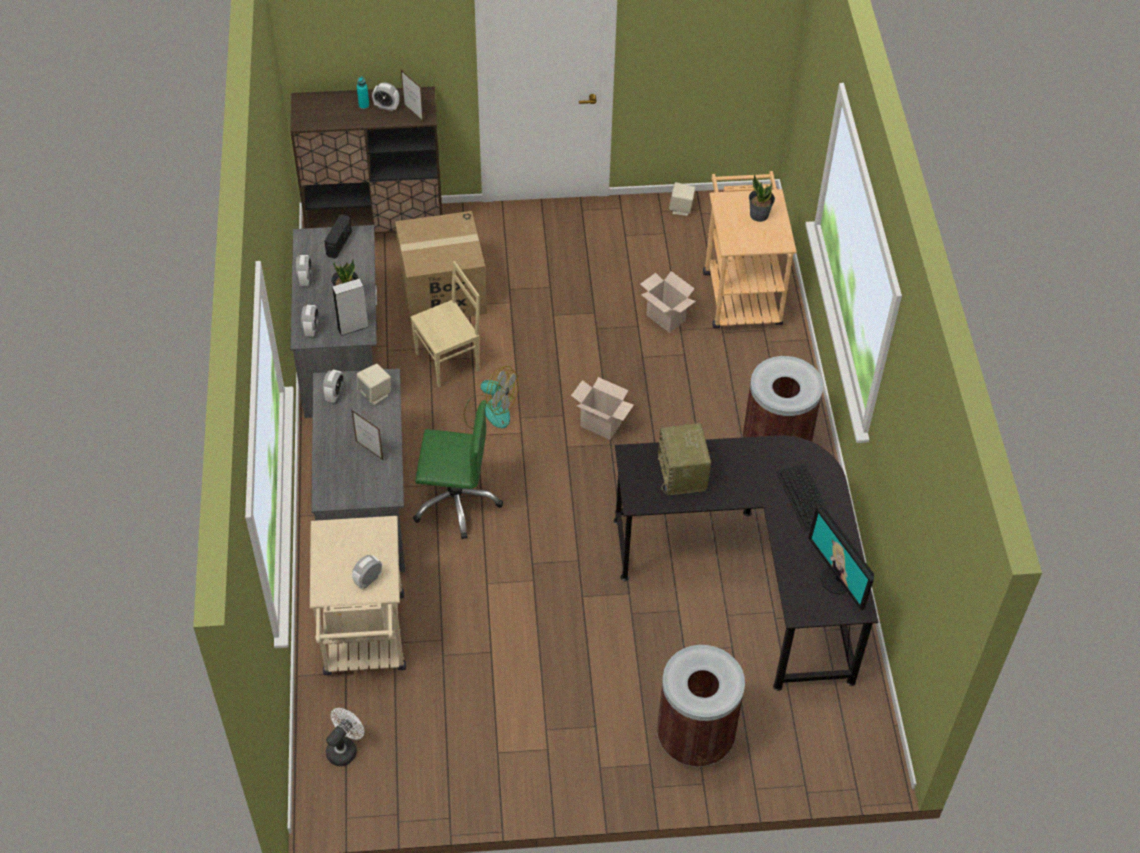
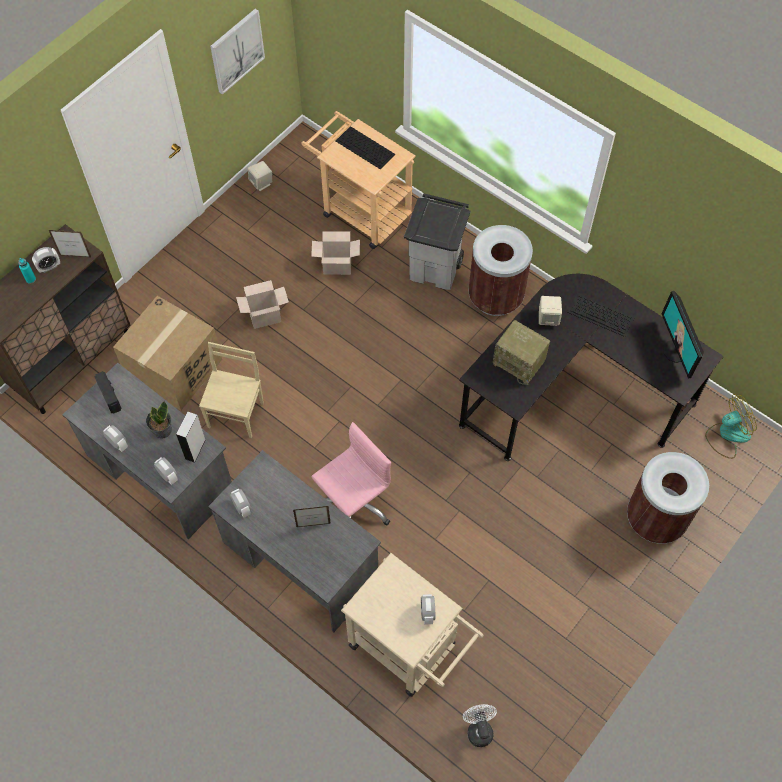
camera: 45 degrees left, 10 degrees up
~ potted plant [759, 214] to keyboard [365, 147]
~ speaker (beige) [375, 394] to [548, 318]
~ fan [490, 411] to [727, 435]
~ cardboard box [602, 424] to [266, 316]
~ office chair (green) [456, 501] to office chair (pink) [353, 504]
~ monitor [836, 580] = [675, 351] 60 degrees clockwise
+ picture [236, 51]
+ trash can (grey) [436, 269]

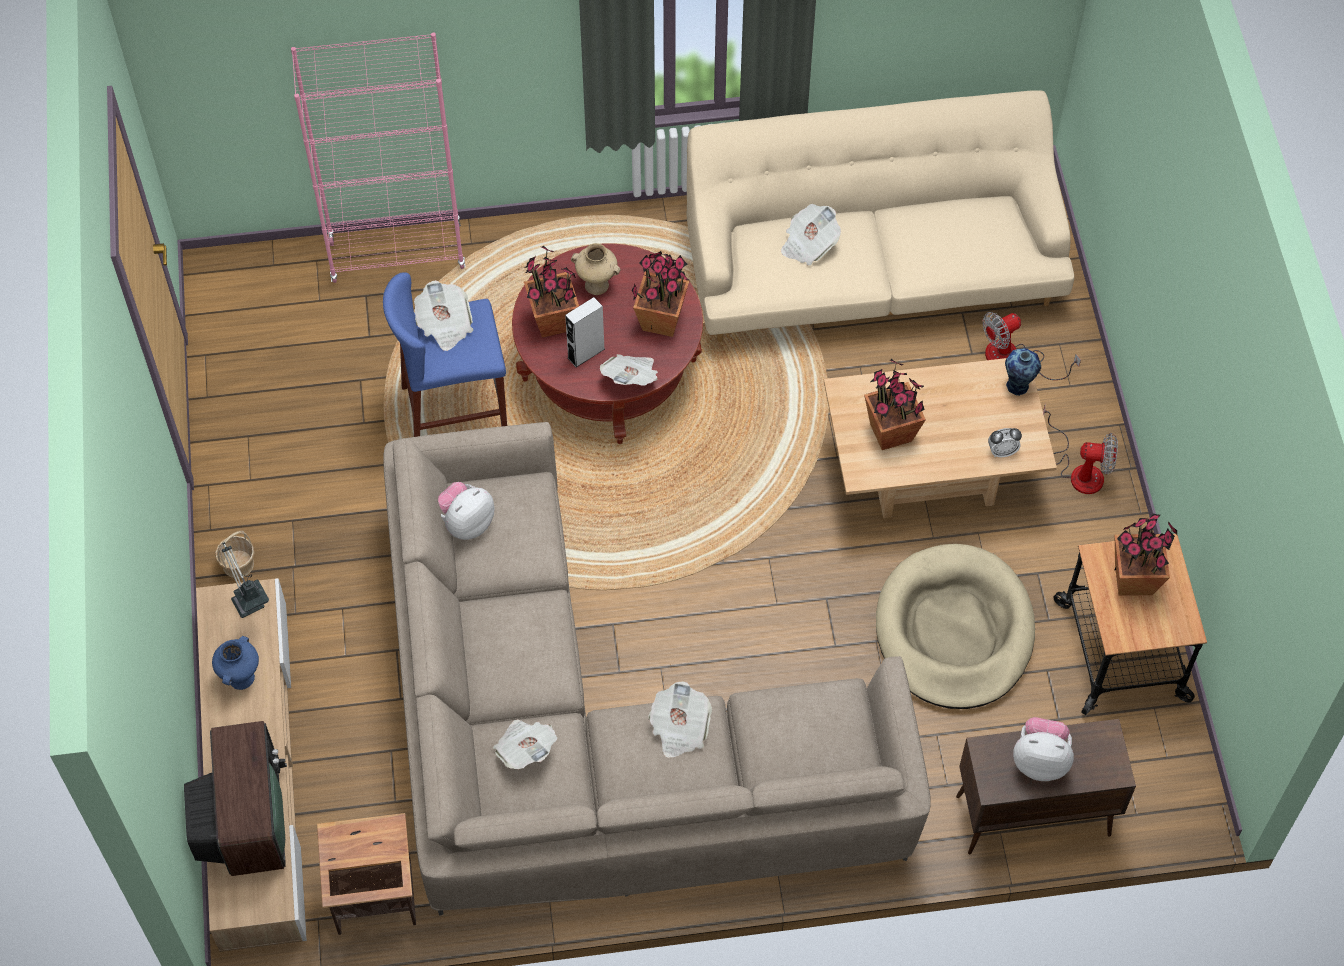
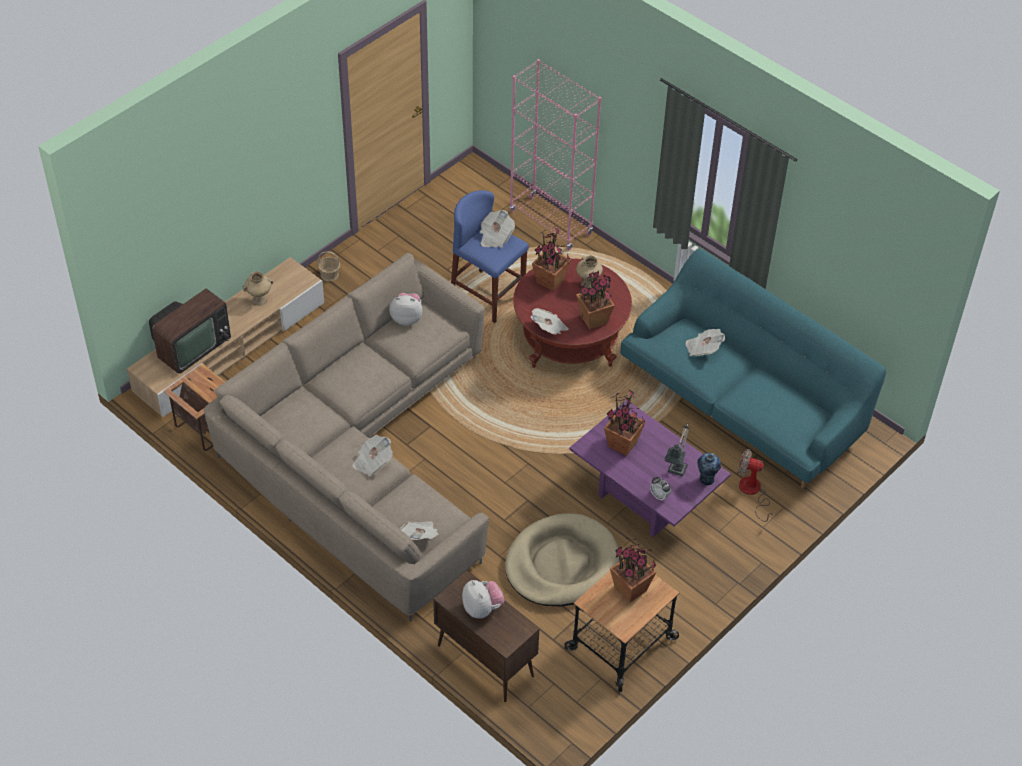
camera: 50 degrees right, 10 degrees down
~ sofa (beige) [872, 268] to sofa (turquoise) [743, 402]
- speaker (grey) [586, 353]
~ coffee table (beige) [930, 473] to coffee table (purple) [645, 498]
- fan [1079, 470]
~ table lamp [251, 609] to [676, 472]
~ vase (blue) [241, 677] to vase (beige) [260, 300]
~ newspaper [525, 749] to [420, 536]

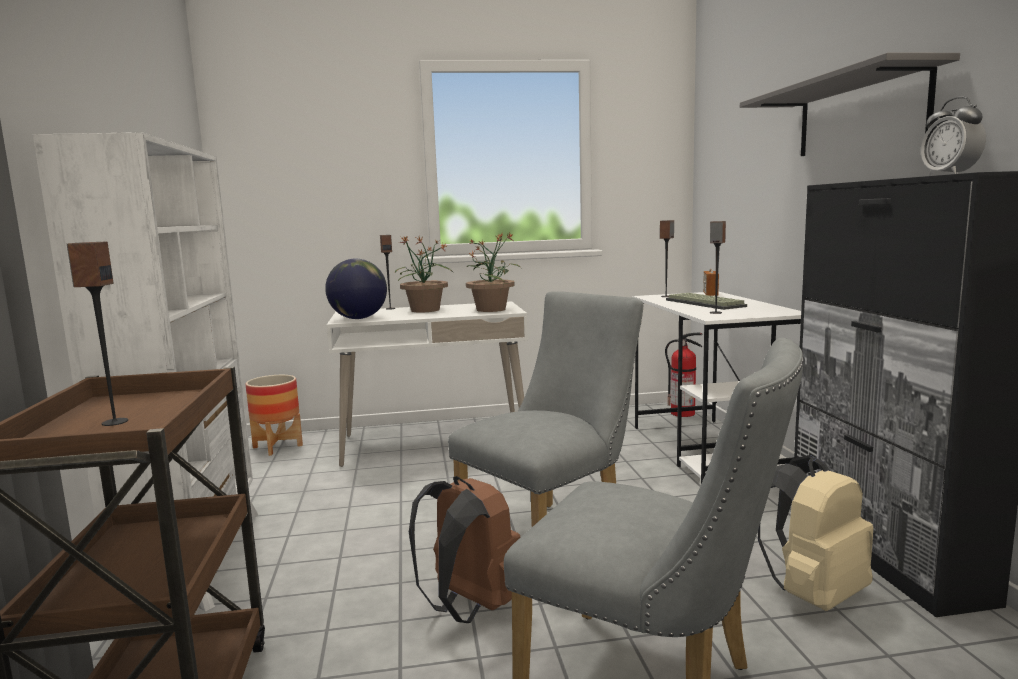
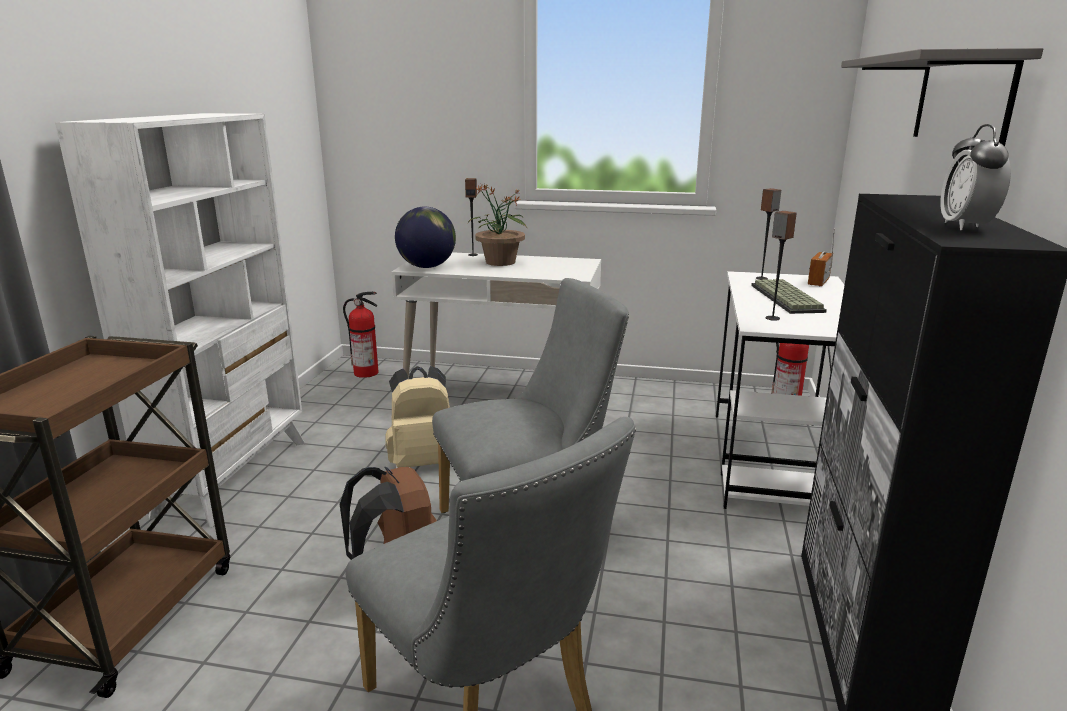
camera: 20 degrees right, 10 degrees up
- potted plant [491, 309]
- speaker [114, 422]
~ planter [278, 446] to fire extinguisher [367, 373]
~ backpack (beige) [813, 594] to [423, 461]

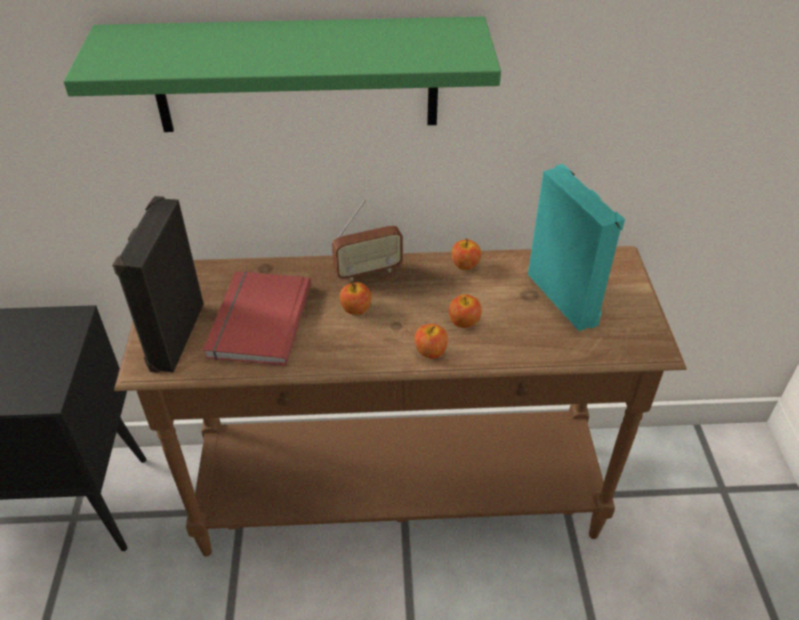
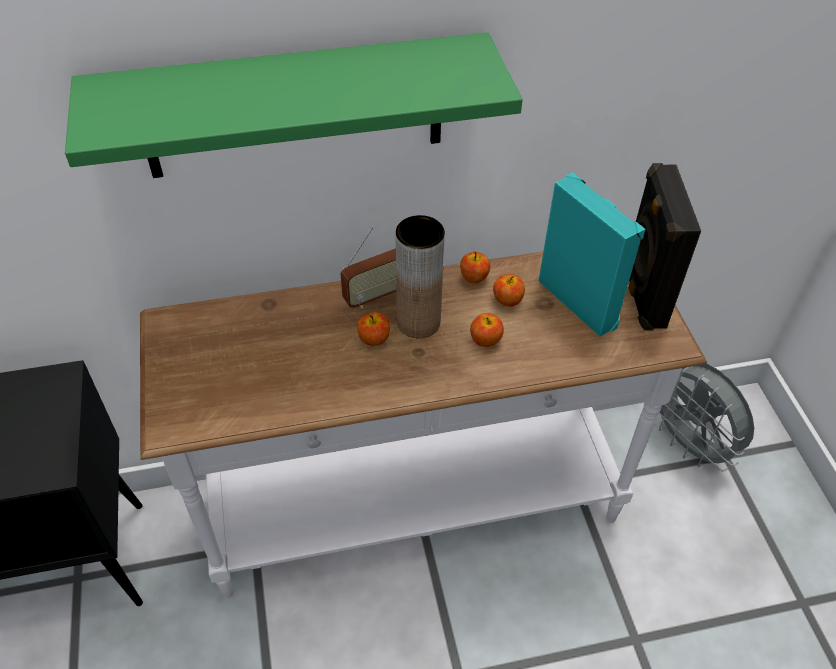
camera: 10 degrees left, 5 degrees up
~ speaker (black) [174, 336] to [641, 295]
~ console table (brown) [399, 499] to console table (white) [415, 510]
- book (red) [256, 321]
~ apple [430, 351] to [507, 300]
+ vase (brown) [418, 322]
+ fan (grey) [689, 444]

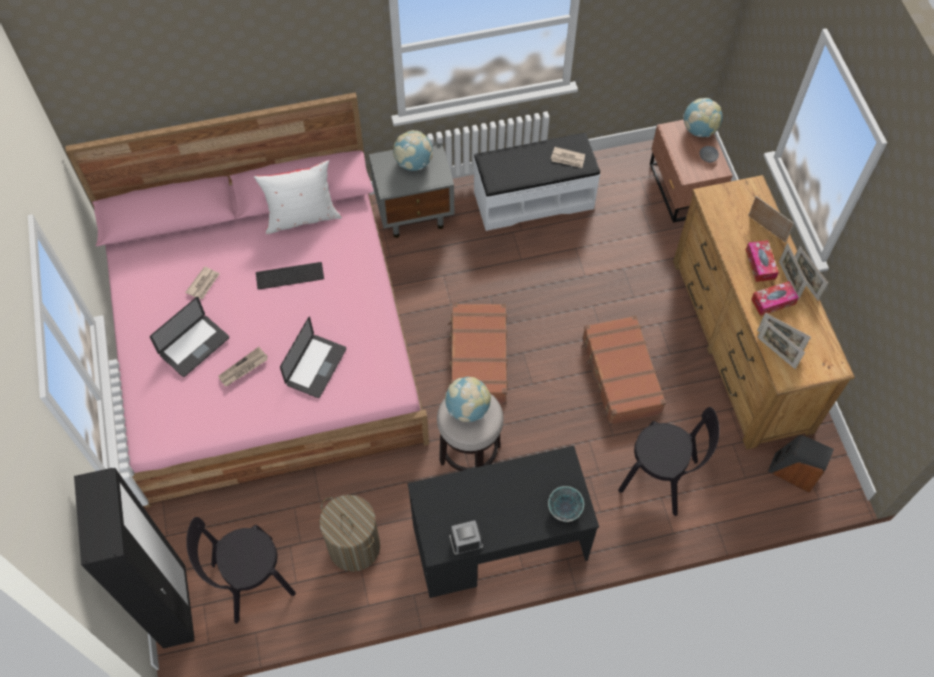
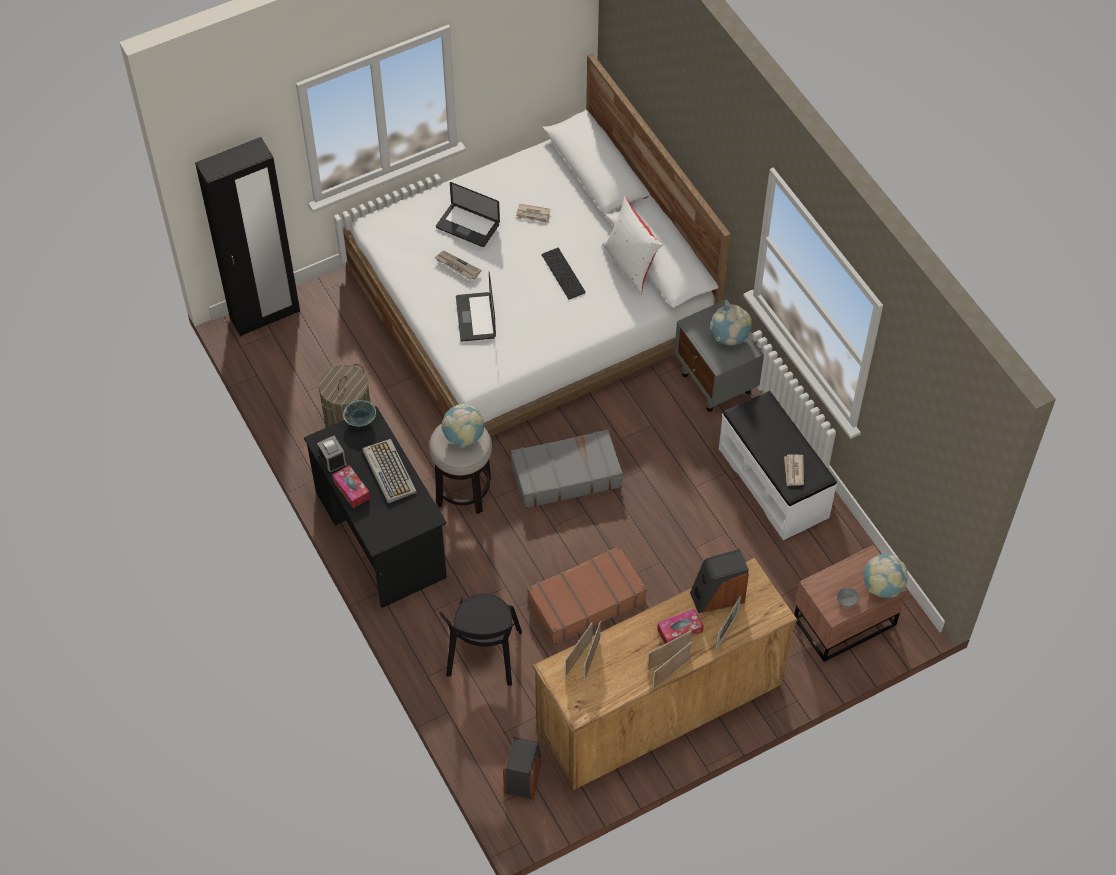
camera: 75 degrees right, 5 degrees down
~ bed (pink) [266, 341] to bed (white) [531, 304]
~ tissue box [773, 301] to [351, 490]
~ suitcase (brown) [477, 359] to suitcase (grey) [565, 475]
~ laptop [316, 367] = [475, 317] 75 degrees clockwise
~ bowl [565, 508] to [361, 421]
- chair (black) [249, 581]
+ keyboard [388, 471]
+ speaker [717, 596]

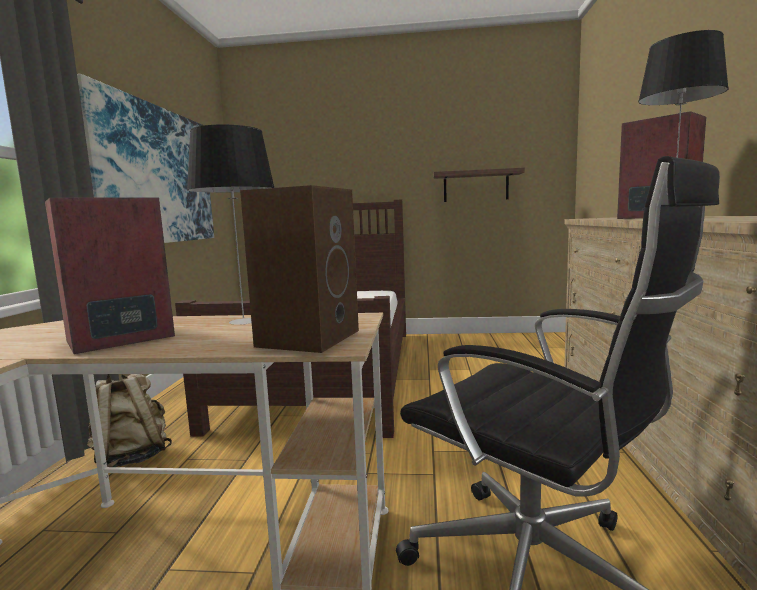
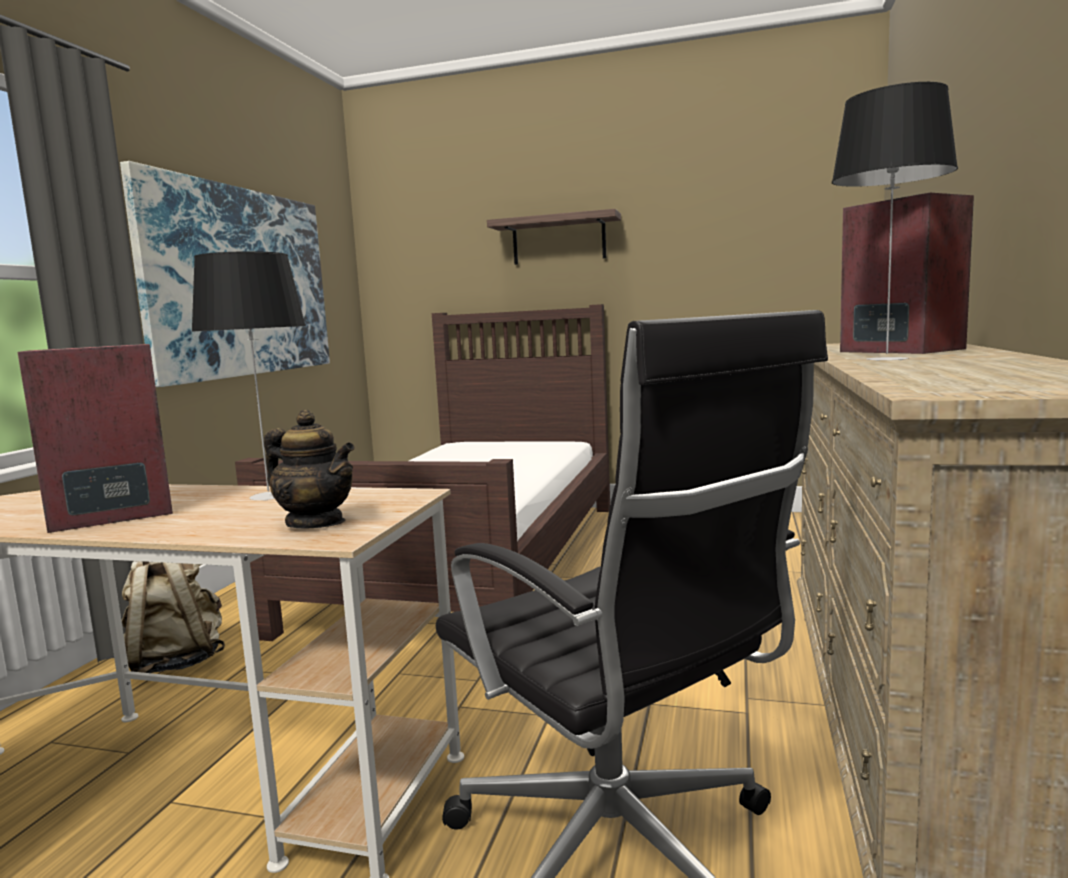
camera: 10 degrees right, 0 degrees up
~ shelf [475, 186] to [558, 240]
~ speaker (brown) [308, 337] to teapot [316, 523]

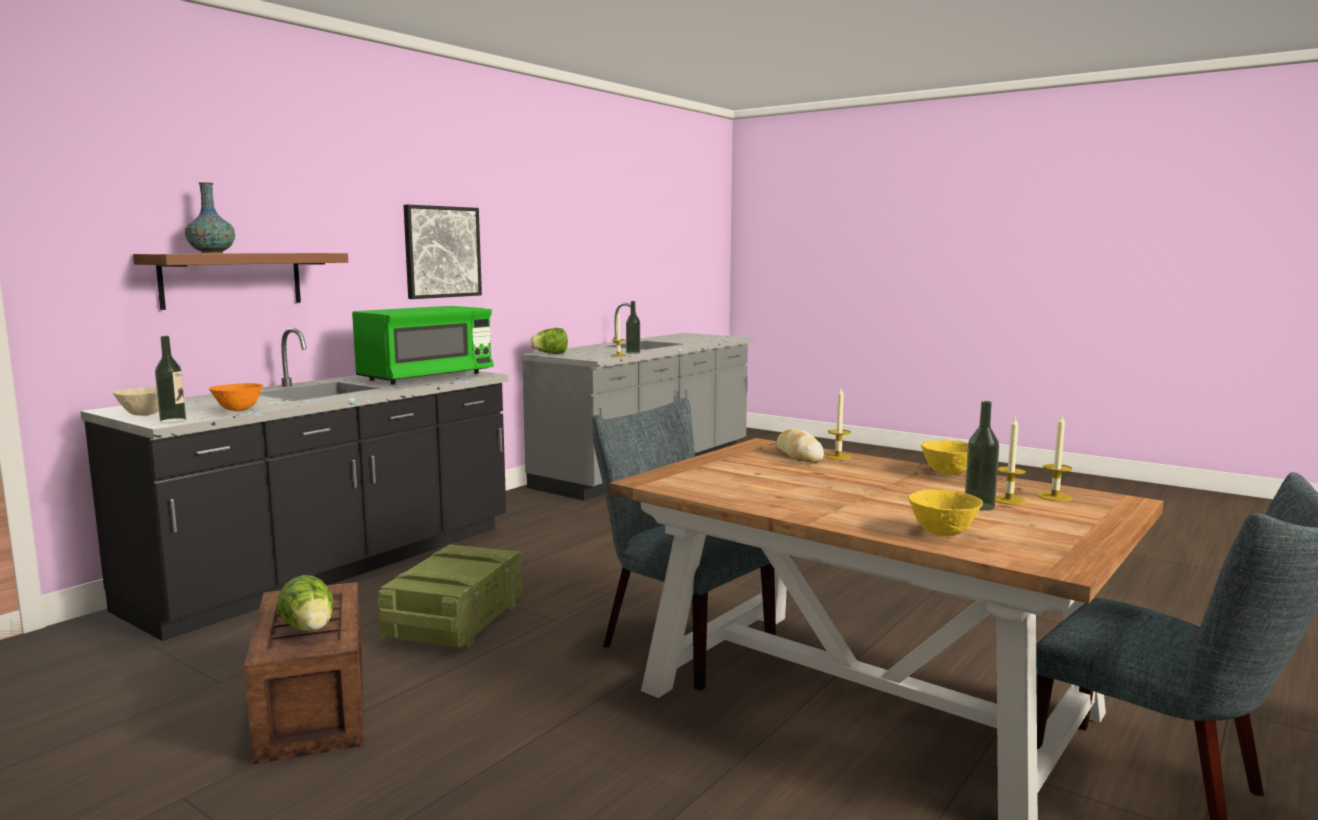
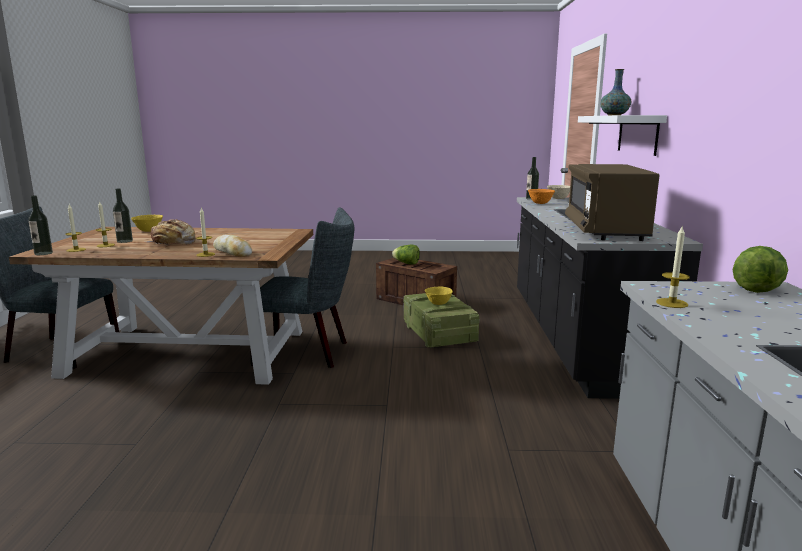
camera: 145 degrees right, 5 degrees up
- picture [442, 252]
~ shelf (brown) [232, 279] to shelf (white) [638, 134]
~ bottle [633, 352] to [43, 253]
~ microwave (green) [426, 377] to microwave (brown) [604, 230]
~ bowl (yellow) [948, 473] to [438, 304]
+ bread [173, 243]

